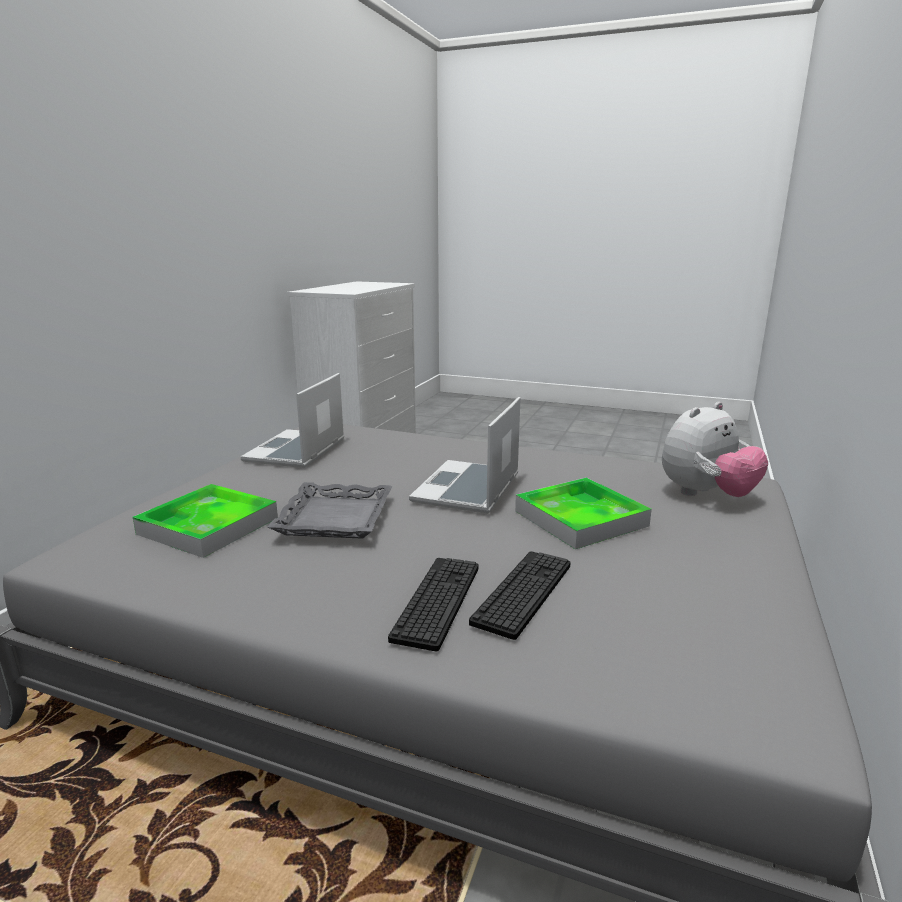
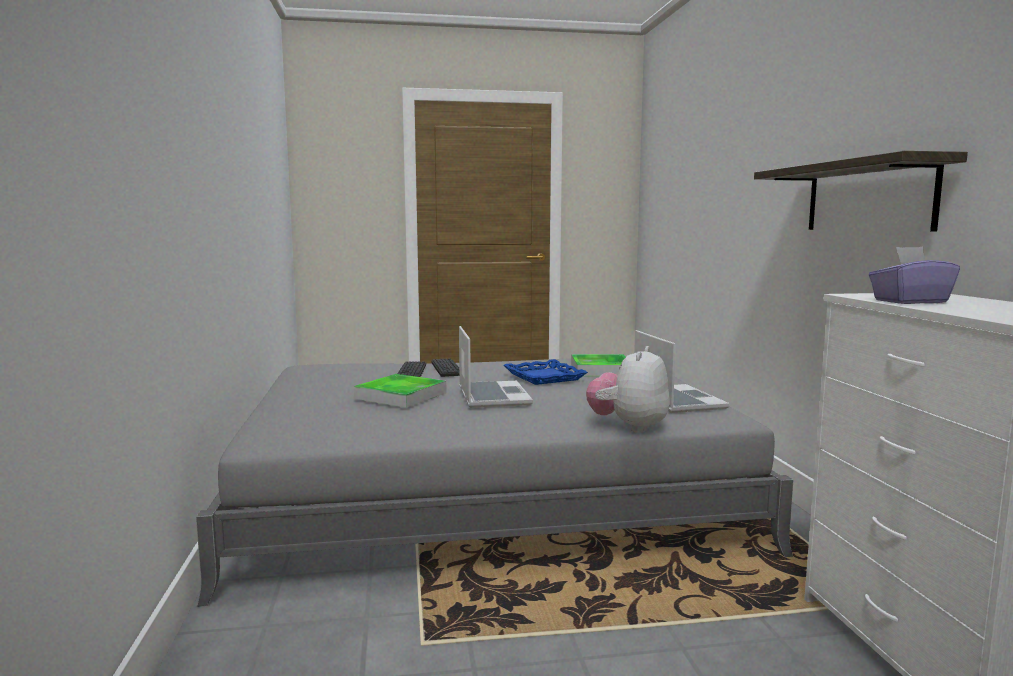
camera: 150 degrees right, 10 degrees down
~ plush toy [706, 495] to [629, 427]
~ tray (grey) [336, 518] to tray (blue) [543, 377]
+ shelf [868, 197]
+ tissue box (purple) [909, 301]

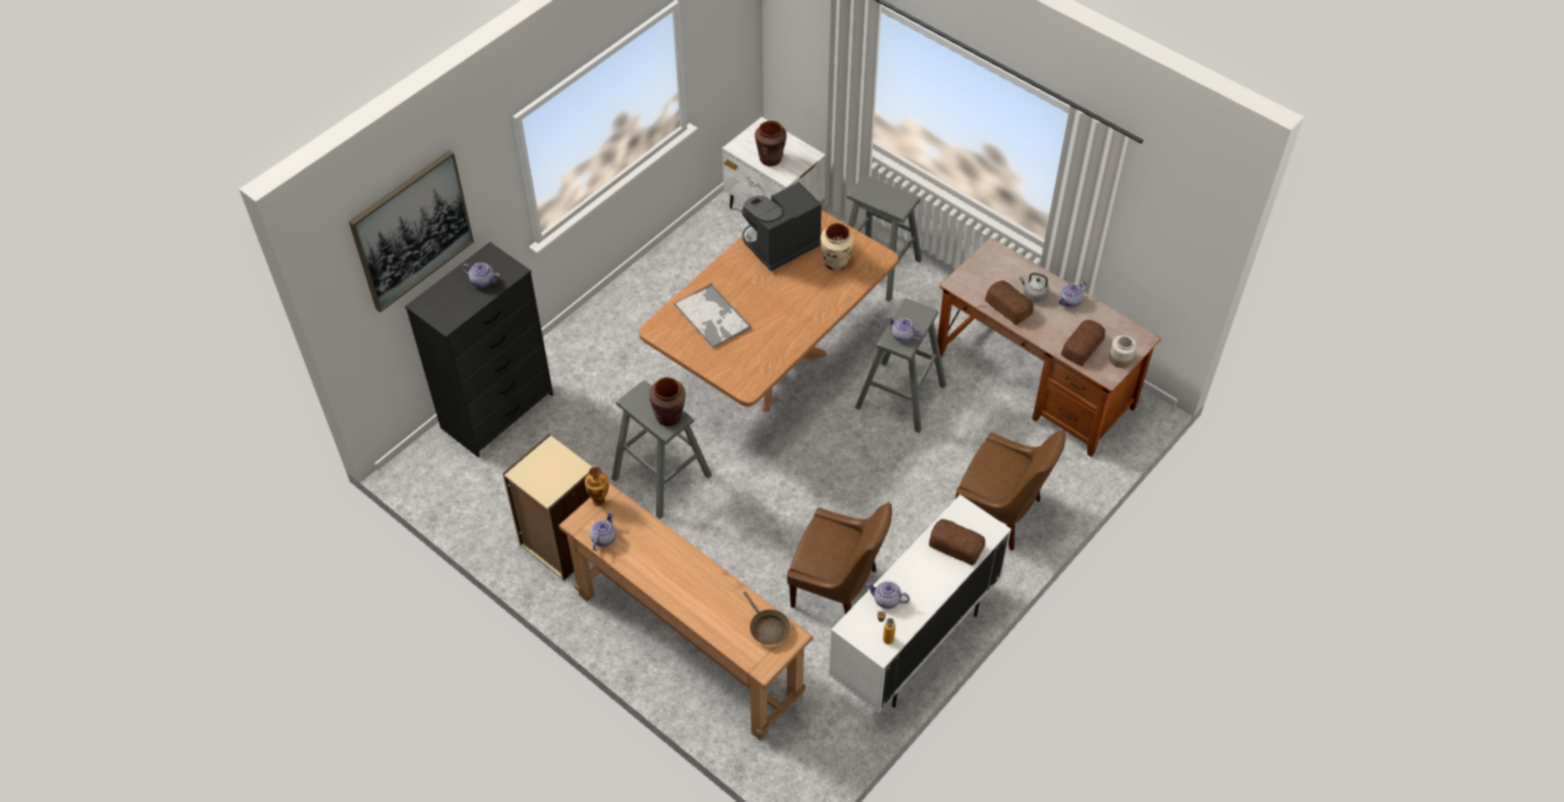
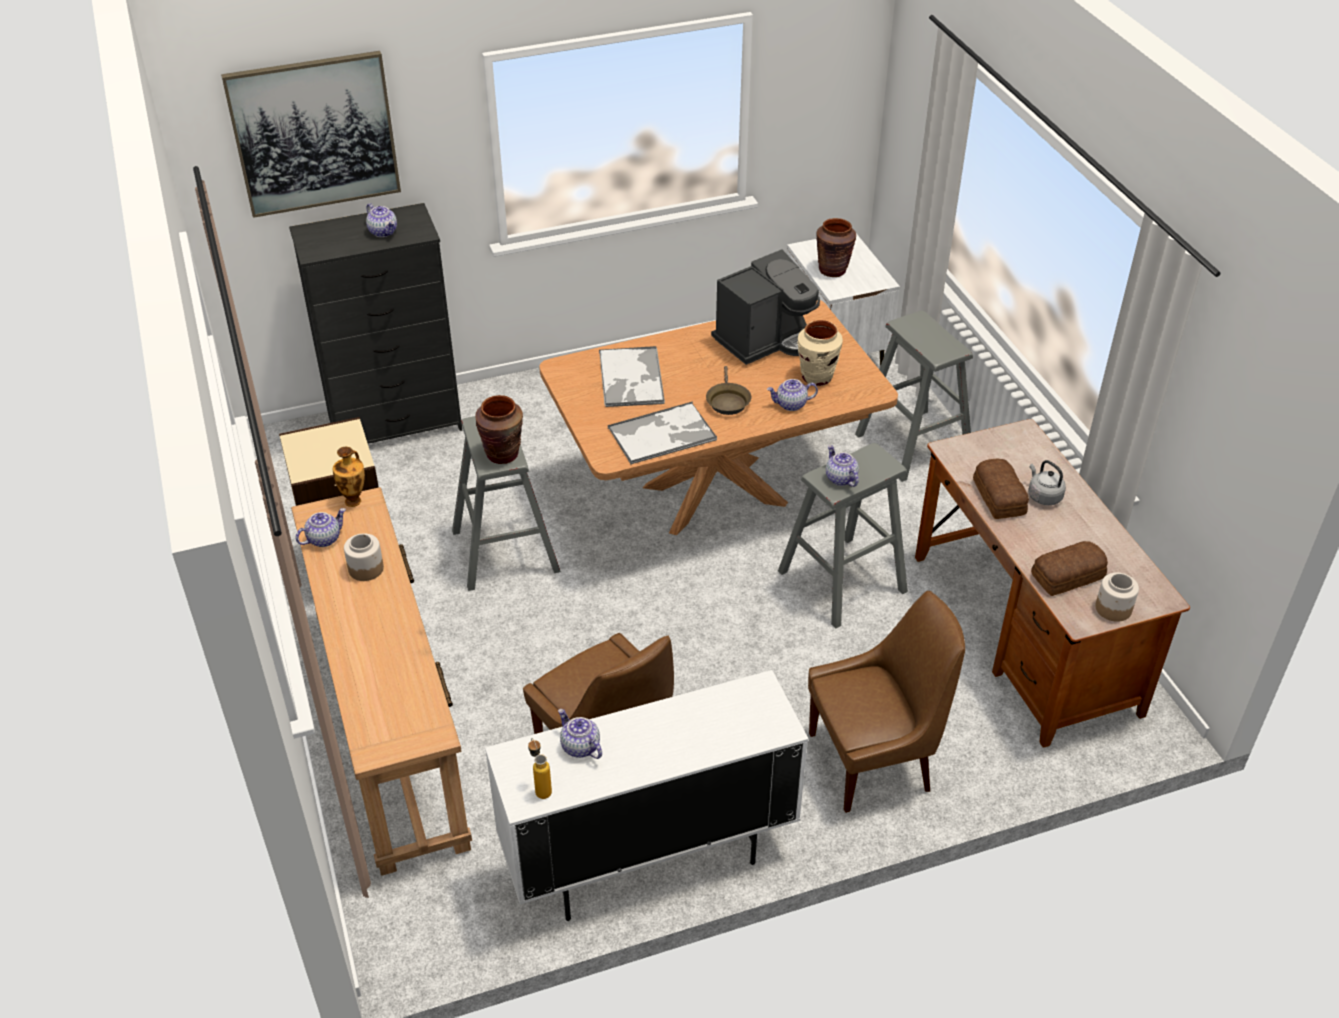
camera: 30 degrees right, 10 degrees down
~ coffee machine [780, 245] = [766, 340] 150 degrees clockwise
~ teapot [1070, 301] to [791, 405]
~ chair (brown) [1001, 514] = [874, 761] 75 degrees counterclockwise
- bread [956, 545]
~ frying pan (brown) [767, 628] to [727, 401]
+ tray [663, 434]
+ jar [366, 568]

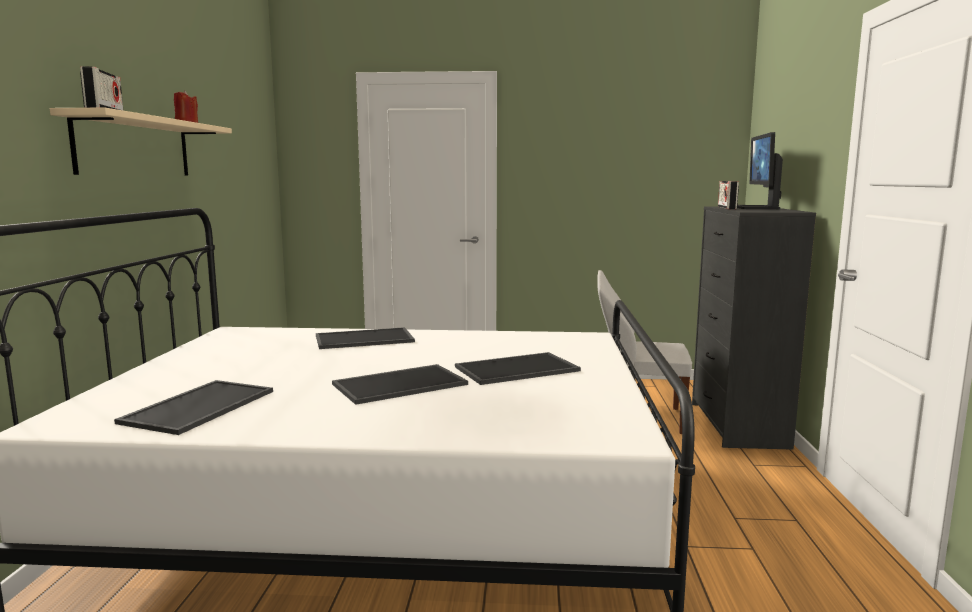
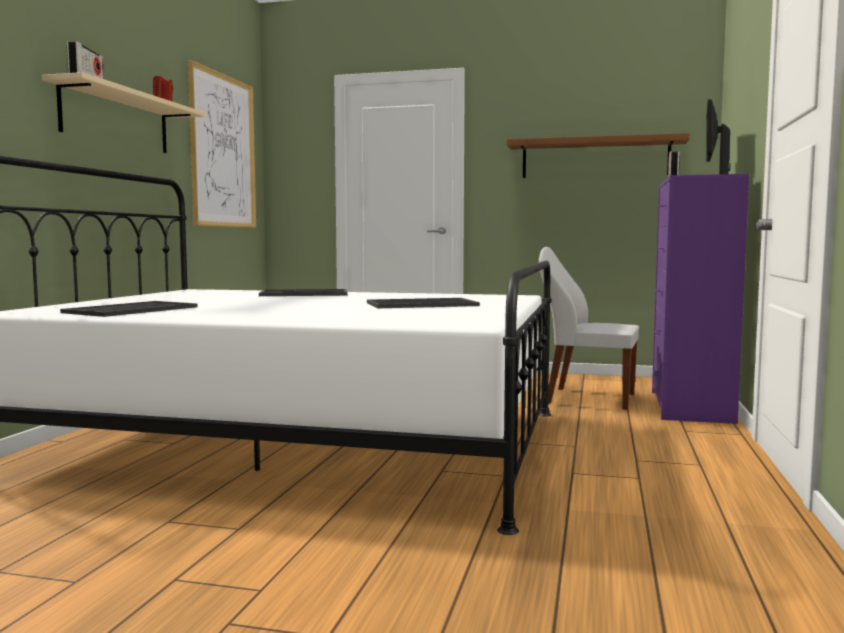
camera: 10 degrees right, 5 degrees down
~ dresser (black) [738, 425] to dresser (purple) [690, 407]
- tray [400, 384]
+ picture [223, 151]
+ shelf (brown) [595, 158]

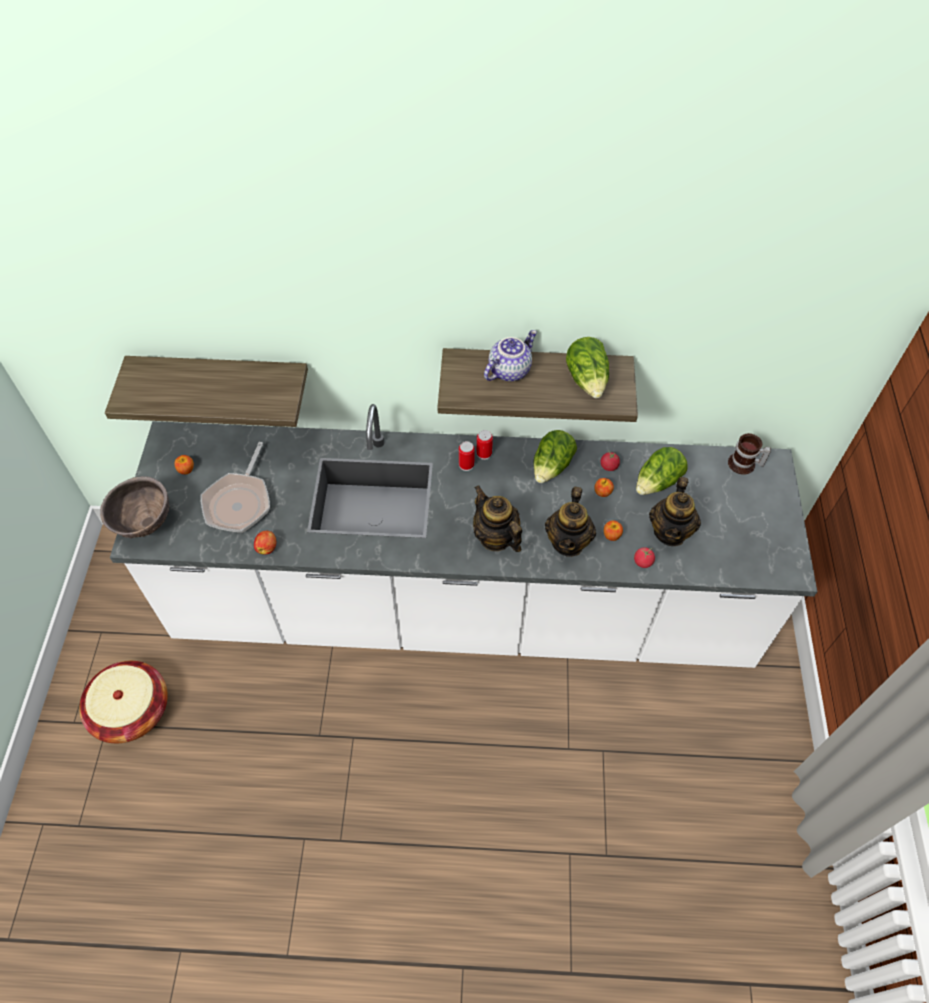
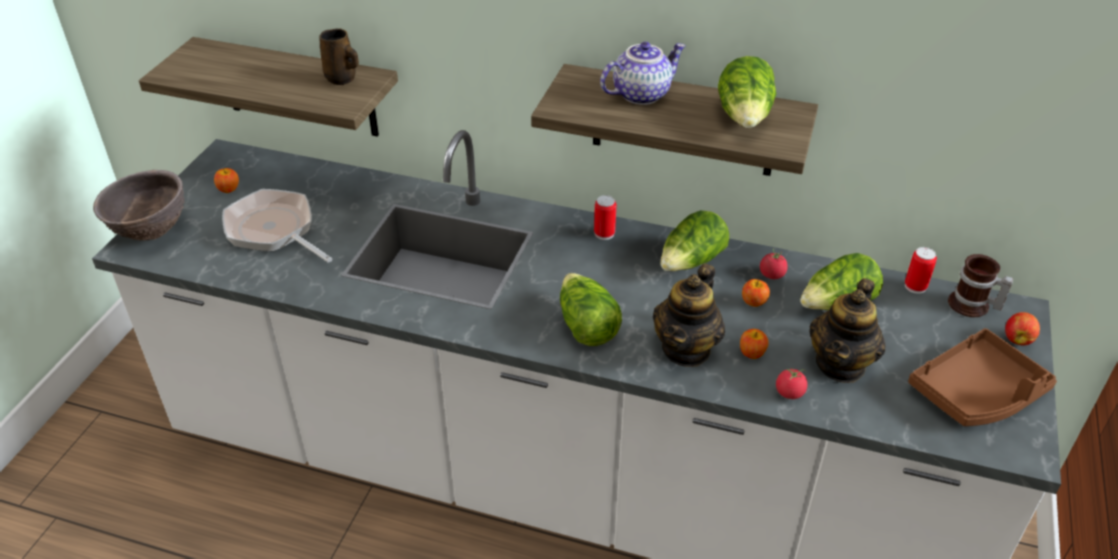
camera: 15 degrees right, 15 degrees down
~ can [466, 465] to [915, 286]
~ frying pan [239, 502] = [274, 230] 105 degrees clockwise
~ teapot [495, 537] to lettuce [586, 325]
~ apple [267, 547] to [1017, 339]
- basket [132, 710]
+ mug (brown) [342, 79]
+ tray (brown) [977, 393]

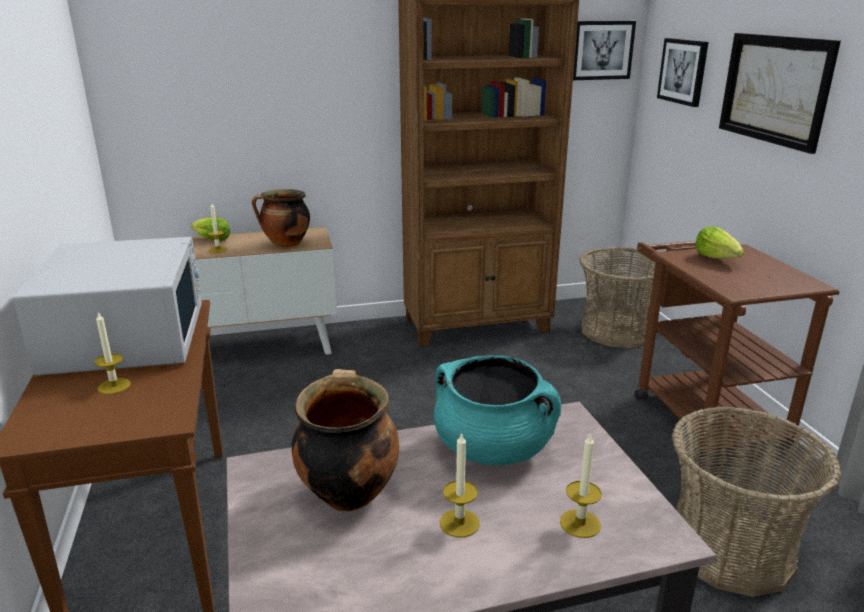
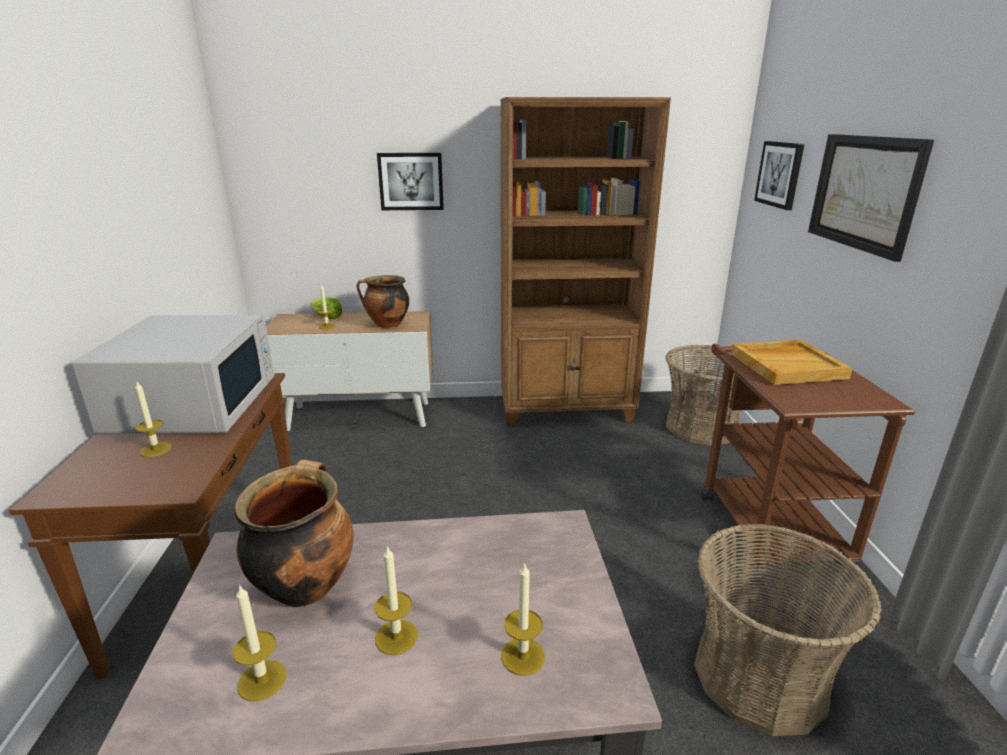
camera: 10 degrees right, 0 degrees up
~ picture [601, 50] to [411, 181]
~ lettuce [717, 258] to tray (beige) [787, 365]
- cooking pot (turquoise) [493, 448]
+ candle [262, 680]

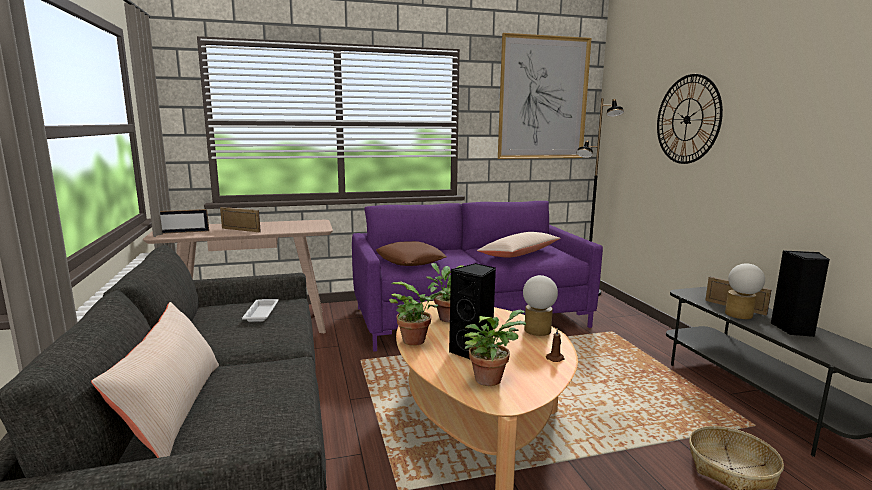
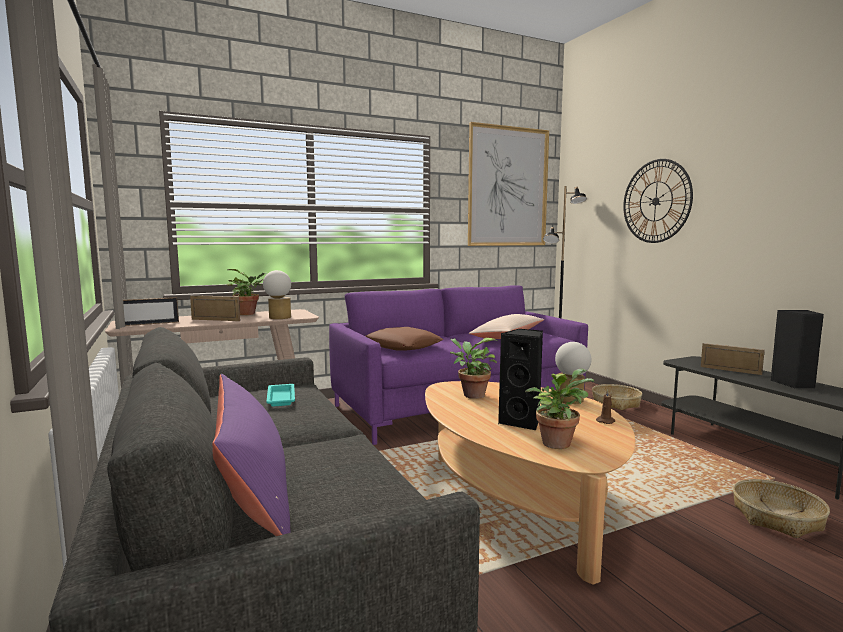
camera: 10 degrees left, 5 degrees down
~ table lamp [739, 316] to [278, 318]
~ potted plant [417, 341] to [249, 314]
~ tray (white) [261, 313] to tray (turquoise) [281, 398]
~ pillow (beige) [173, 409] to pillow (purple) [252, 492]
+ basket [616, 403]

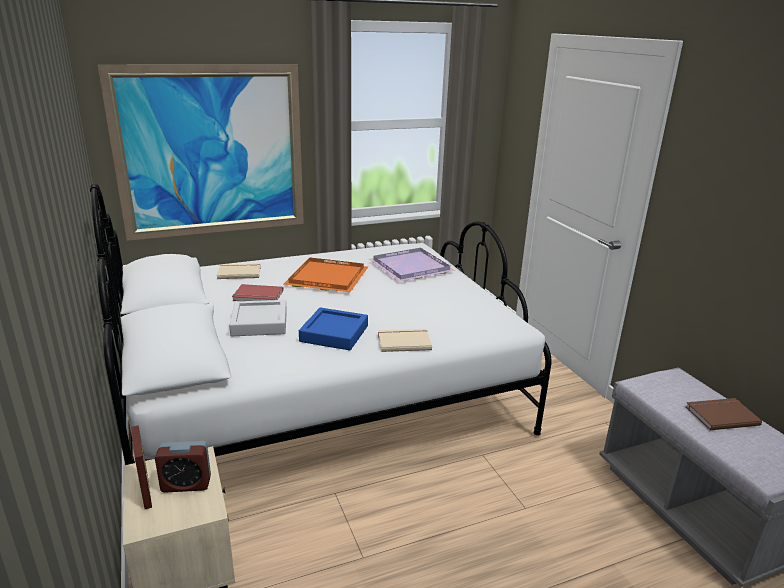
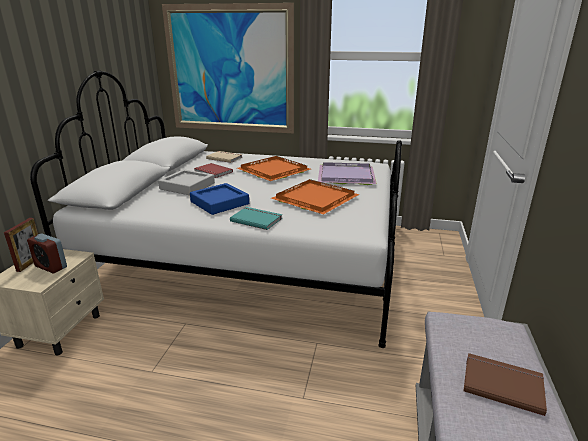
camera: 35 degrees right, 0 degrees up
~ book (beige) [403, 341] to book (turquoise) [257, 219]
+ tray (orange) [313, 199]

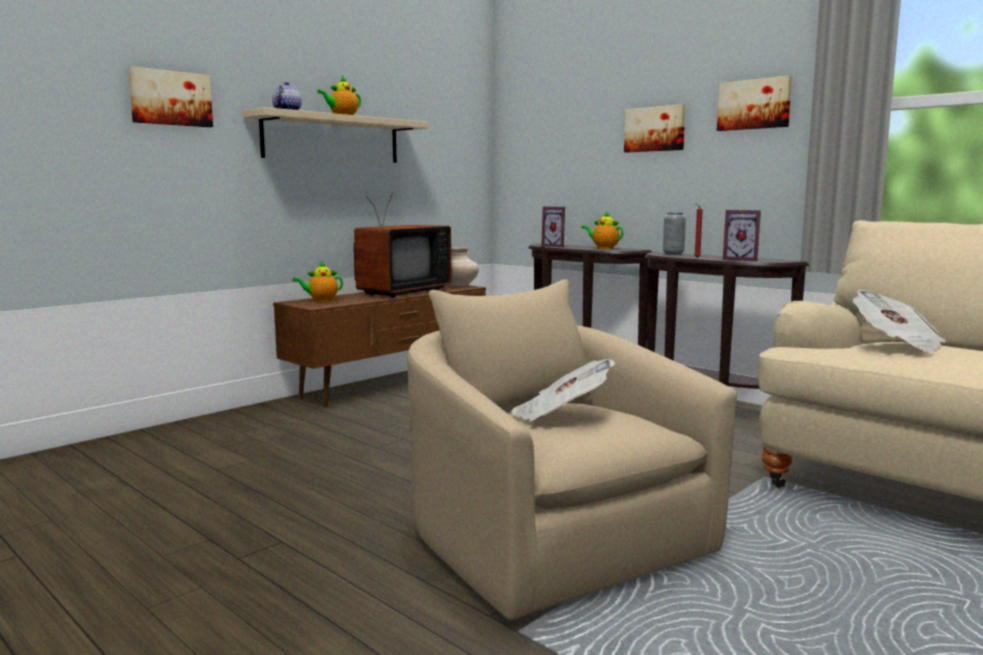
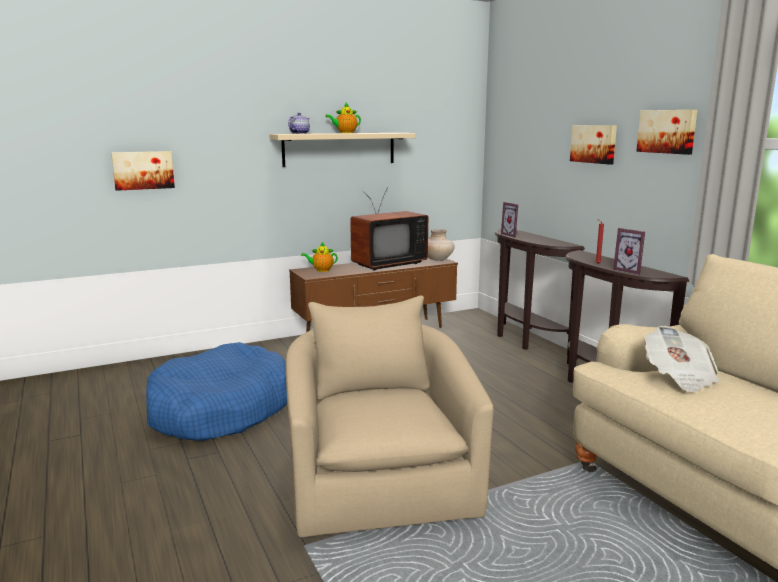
camera: 20 degrees right, 5 degrees up
~ picture [170, 98] to [143, 170]
- teapot [603, 248]
- vase (grey) [673, 254]
- newspaper [560, 416]
+ dog bed (blue) [220, 410]

